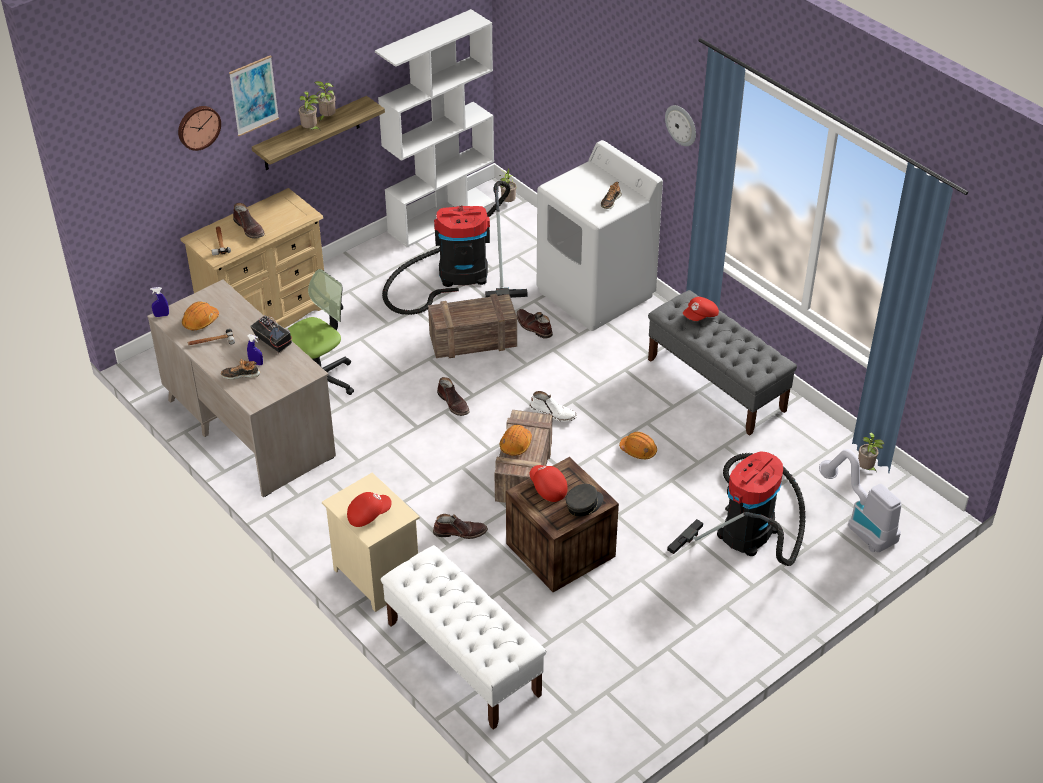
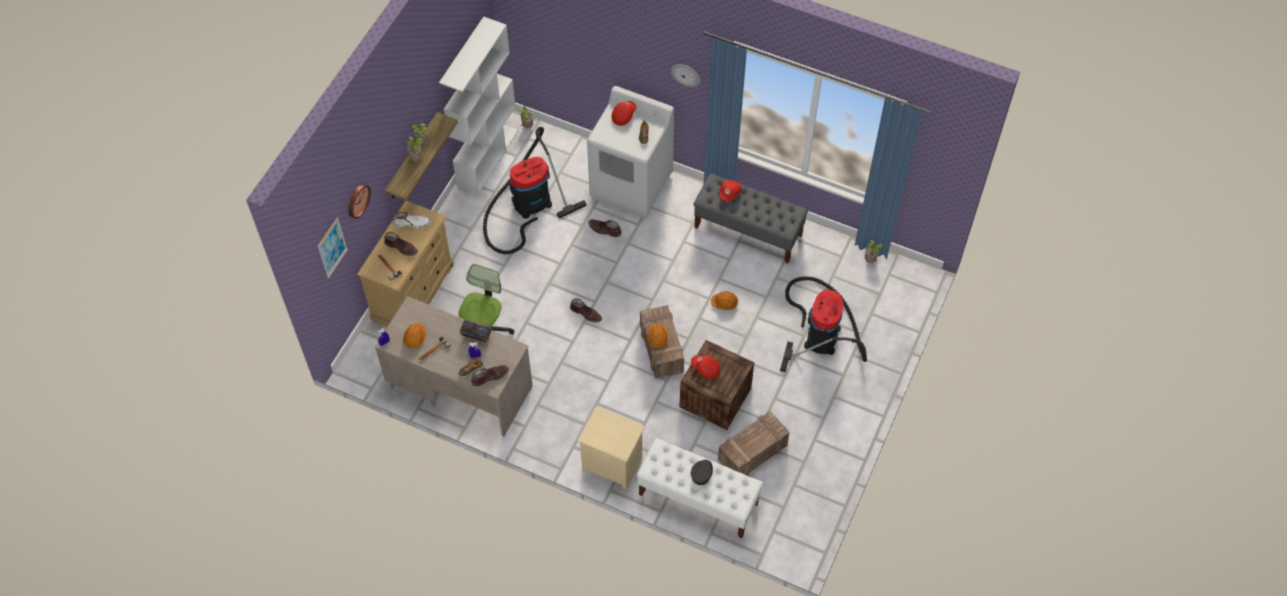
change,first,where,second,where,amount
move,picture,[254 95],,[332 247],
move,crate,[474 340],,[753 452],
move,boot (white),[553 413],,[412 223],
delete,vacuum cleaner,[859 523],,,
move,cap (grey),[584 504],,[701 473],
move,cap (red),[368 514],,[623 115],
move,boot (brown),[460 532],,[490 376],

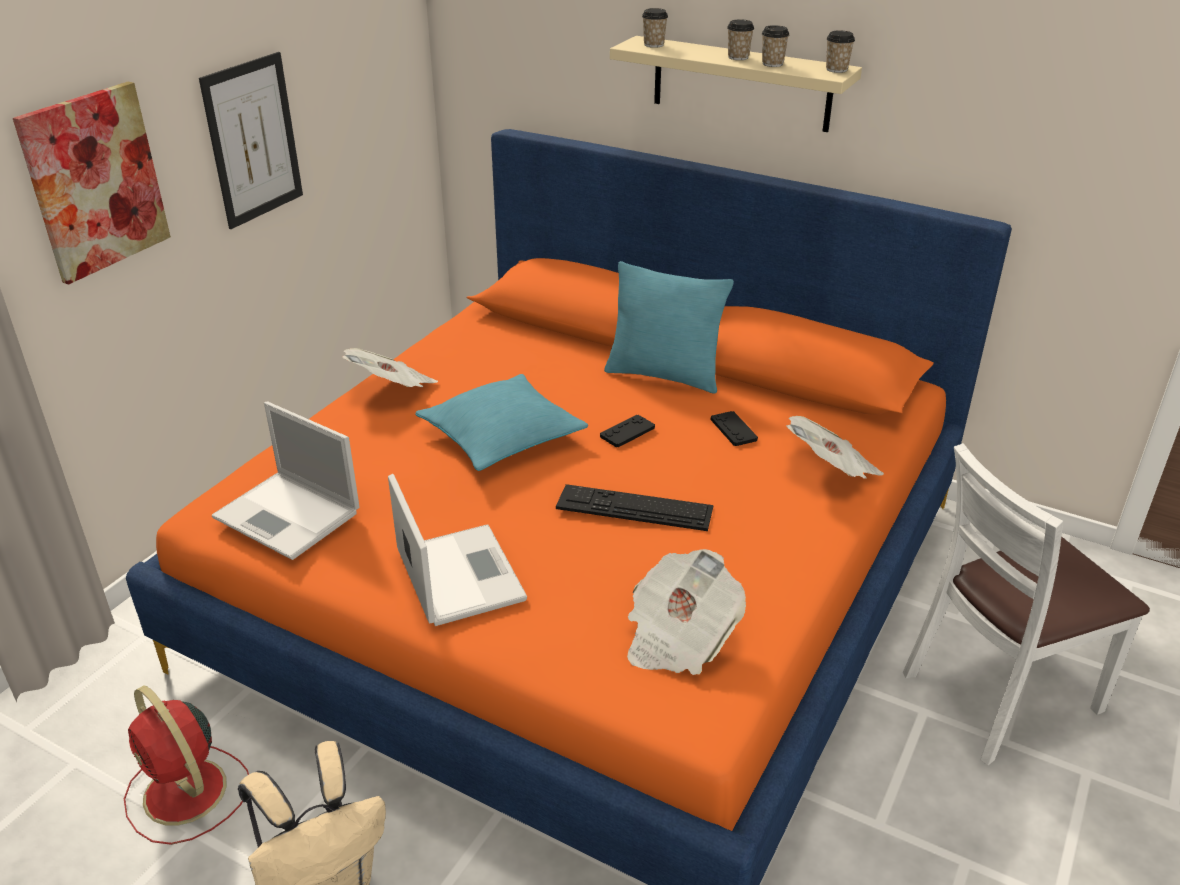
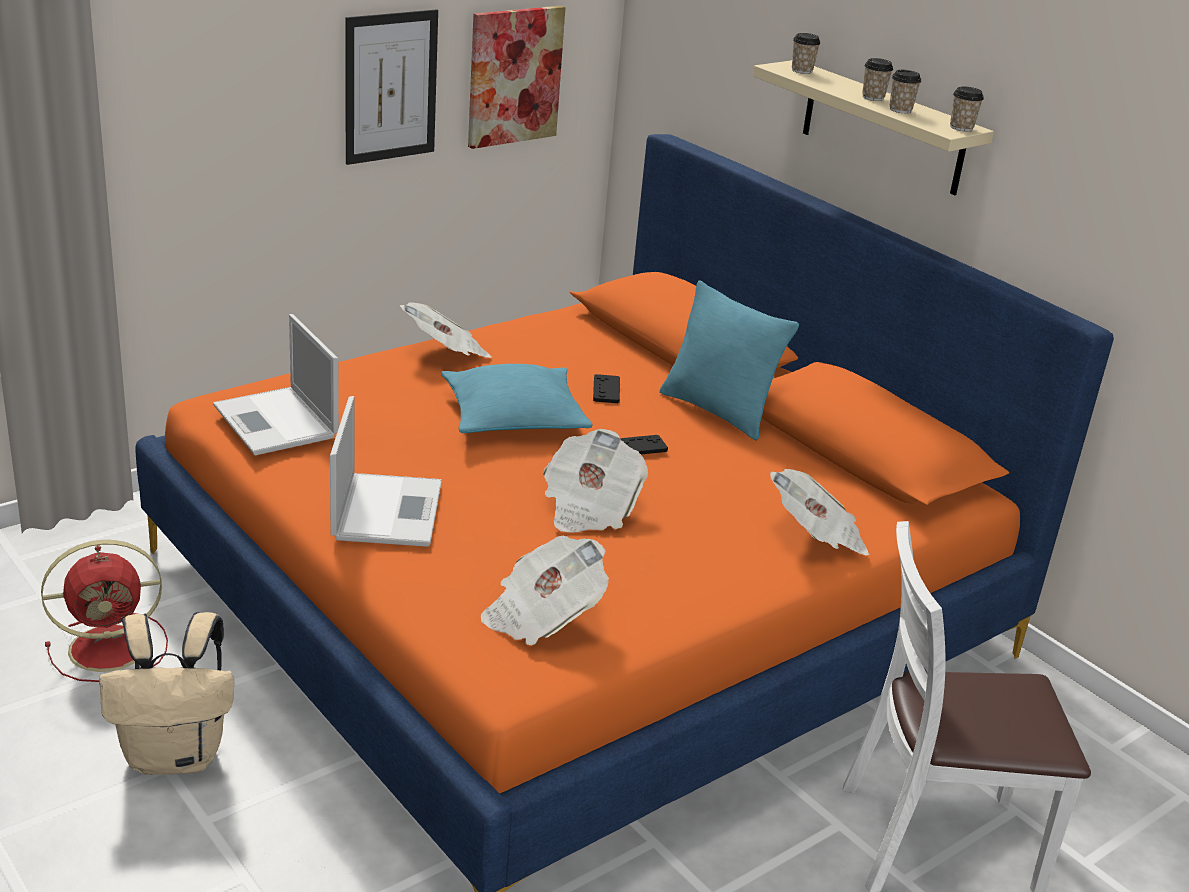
change,first,where,second,where,amount
move,picture,[95 181],,[514 76],
move,game controller (black),[733 429],,[606 390],
replace,keyboard,[634 507],newspaper,[589 508],
rotate,fan (red),[187 794],,[112 647],90 degrees counterclockwise

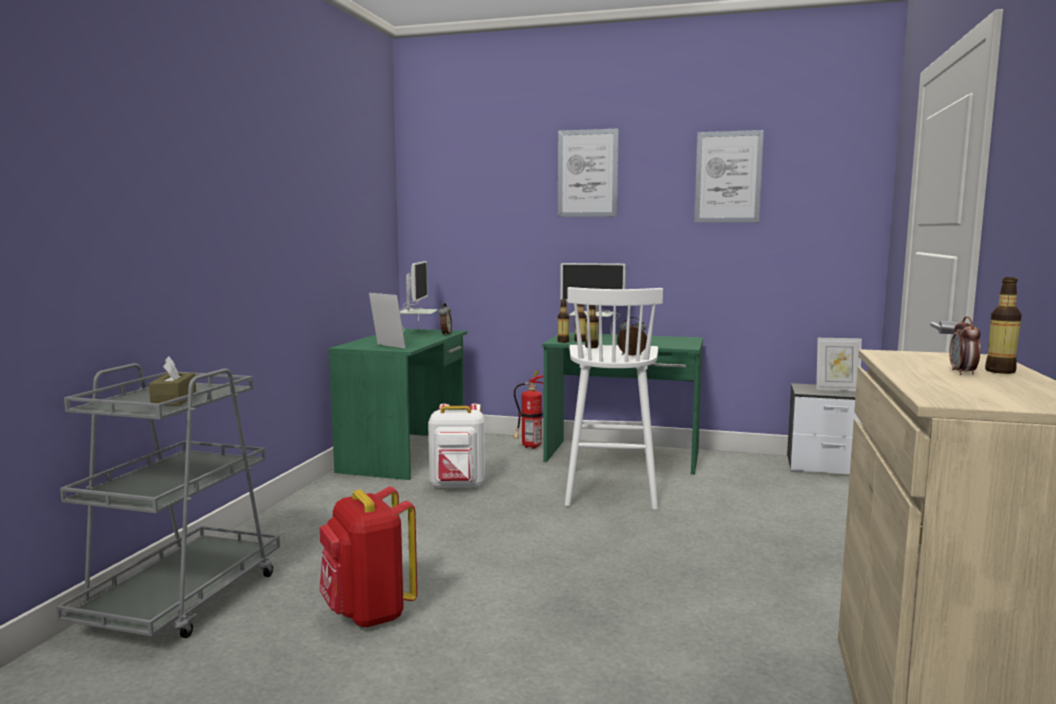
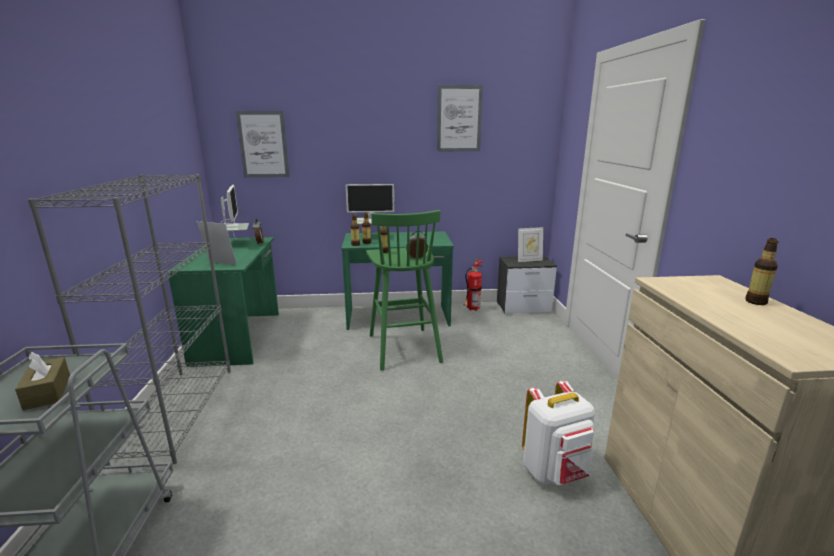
change,first,where,second,where,amount
move,picture,[587 173],,[263 144],
recolor,stool (white),[610 488],stool (green),[403 347],
delete,alarm clock,[963 373],,,
move,fire extinguisher,[529 447],,[471 309],
move,backpack (white),[458 486],,[554 472],
delete,backpack (red),[368 613],,,
insert,,,bookcase (grey),[178 411],

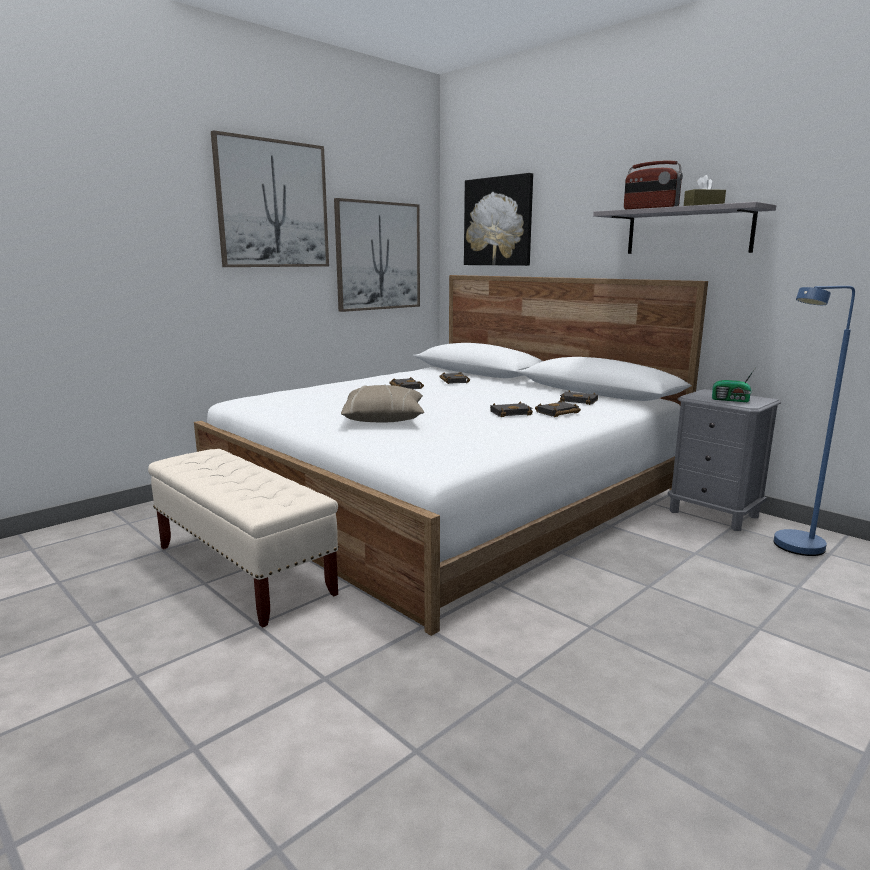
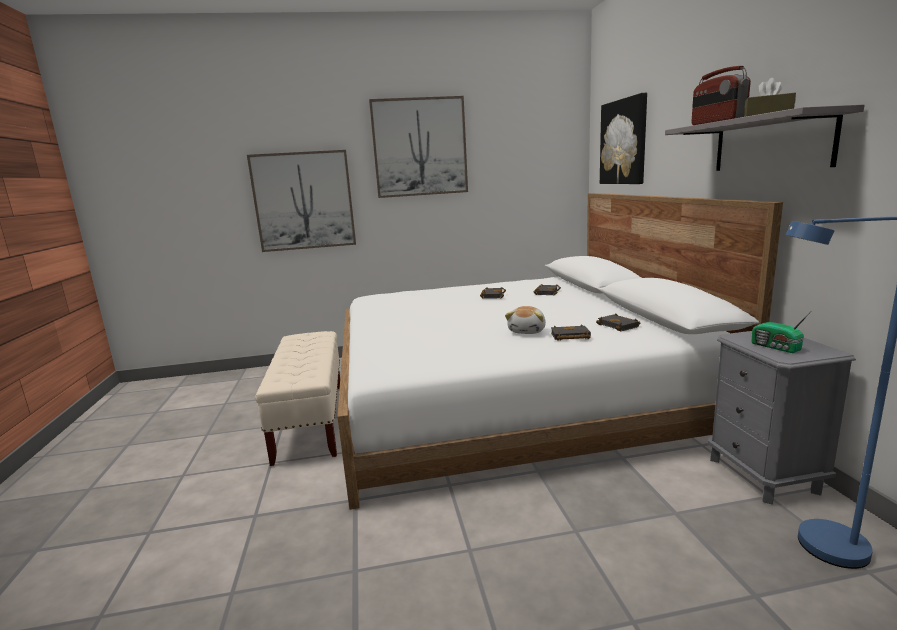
change,first,where,second,where,amount
move,picture,[378 256],,[304 201],
delete,pillow (beige),[384 419],,,
replace,book (black),[511 413],plush toy,[527 331],

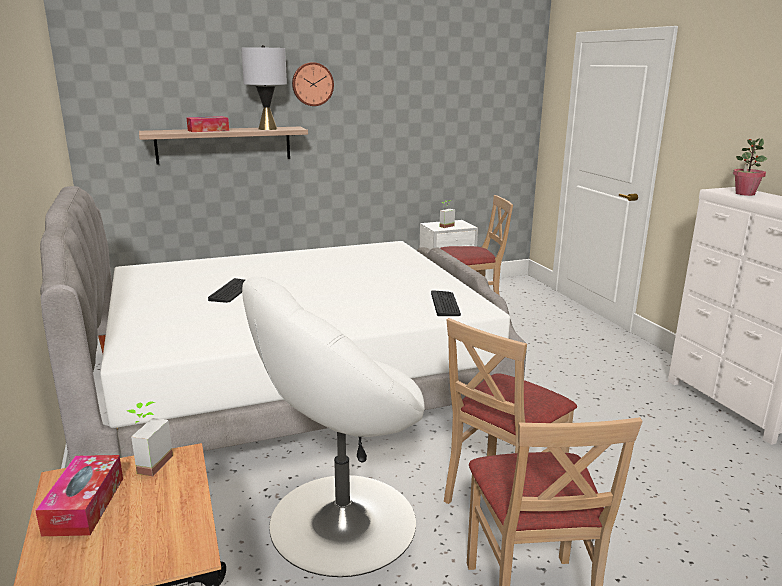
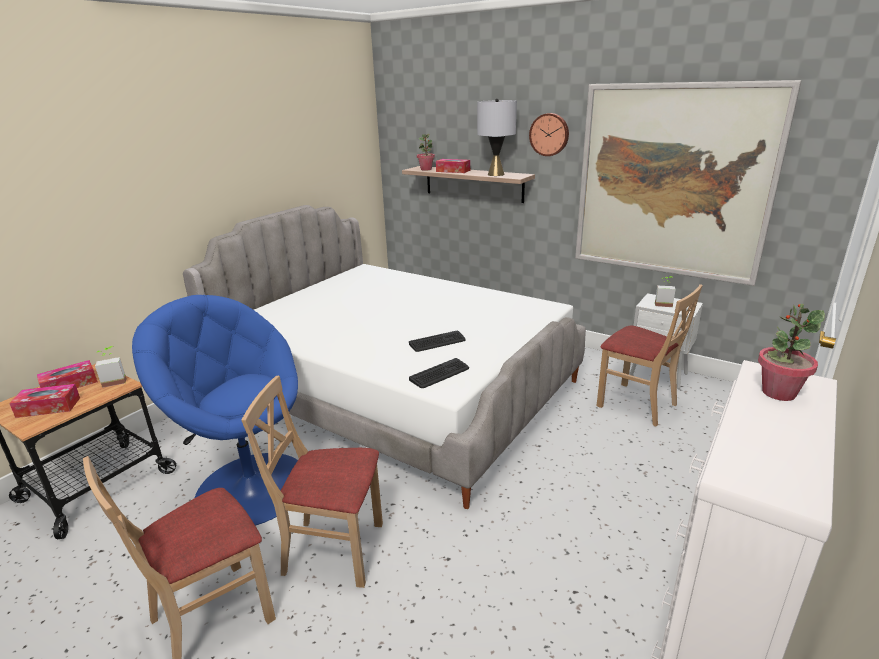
change,first,where,second,where,amount
recolor,armchair (white),[340 521],armchair (blue),[251 487],
move,keyboard,[231 291],,[437 342],
insert,,,picture,[672 181],
insert,,,potted plant,[426 169],
insert,,,tissue box,[48 407],

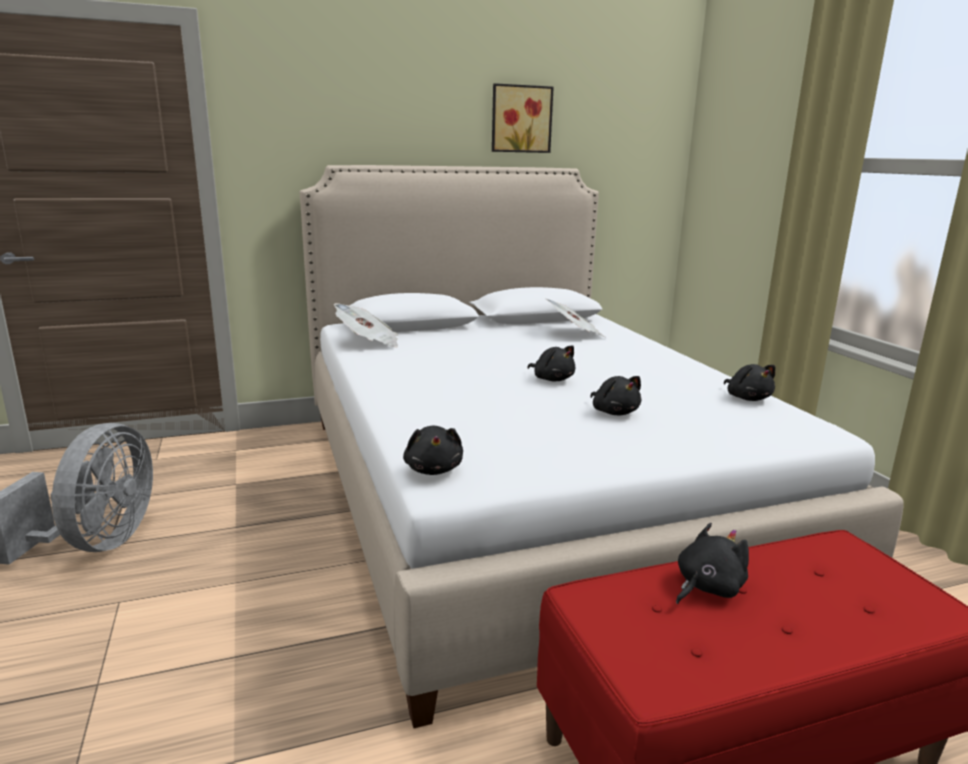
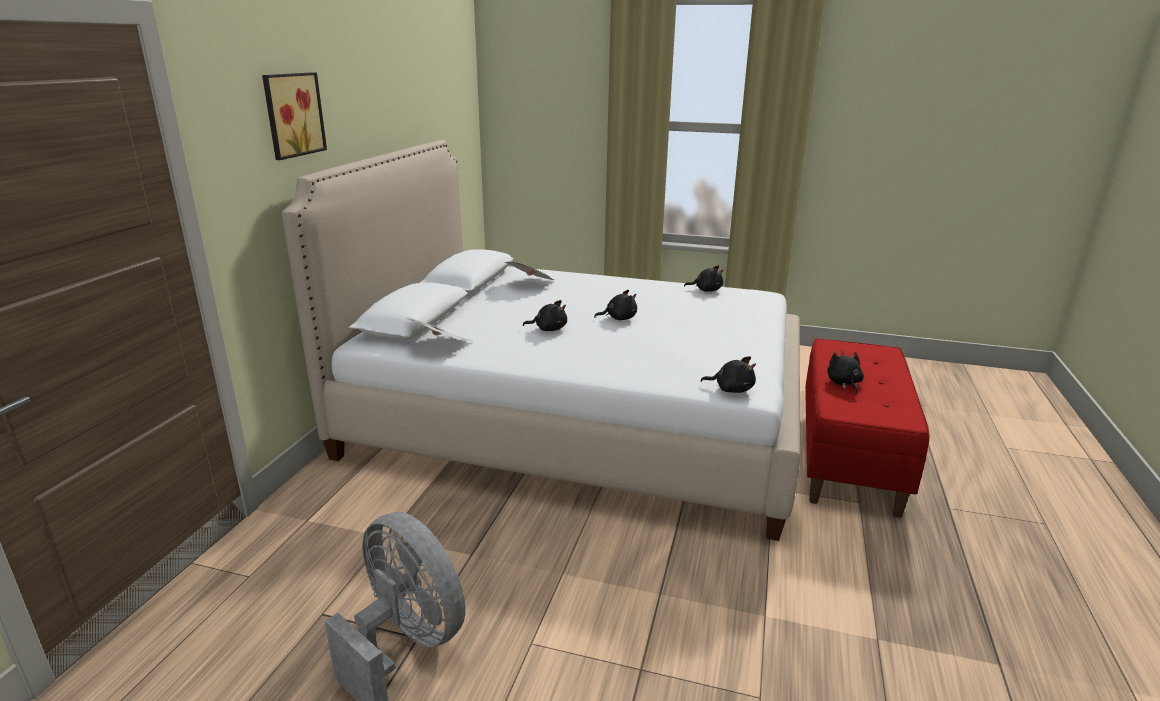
change,first,where,second,where,amount
move,picture,[520 119],,[291 114],
move,plush toy (black),[614 412],,[548 329],

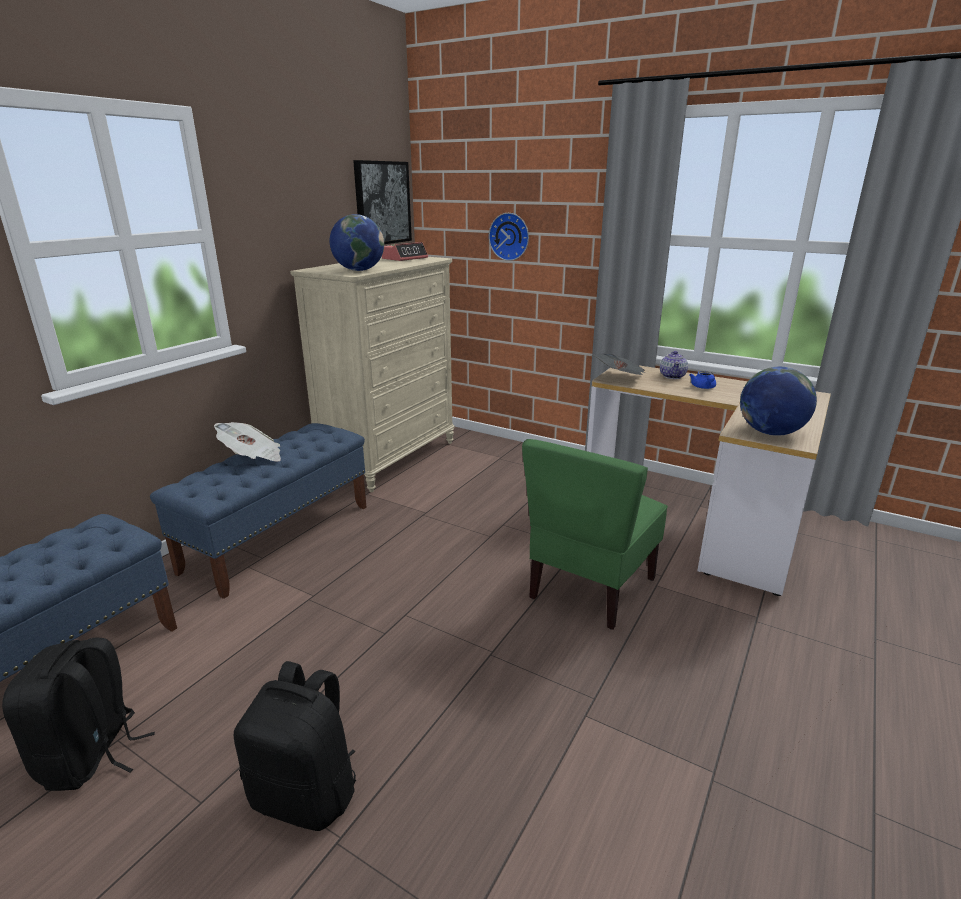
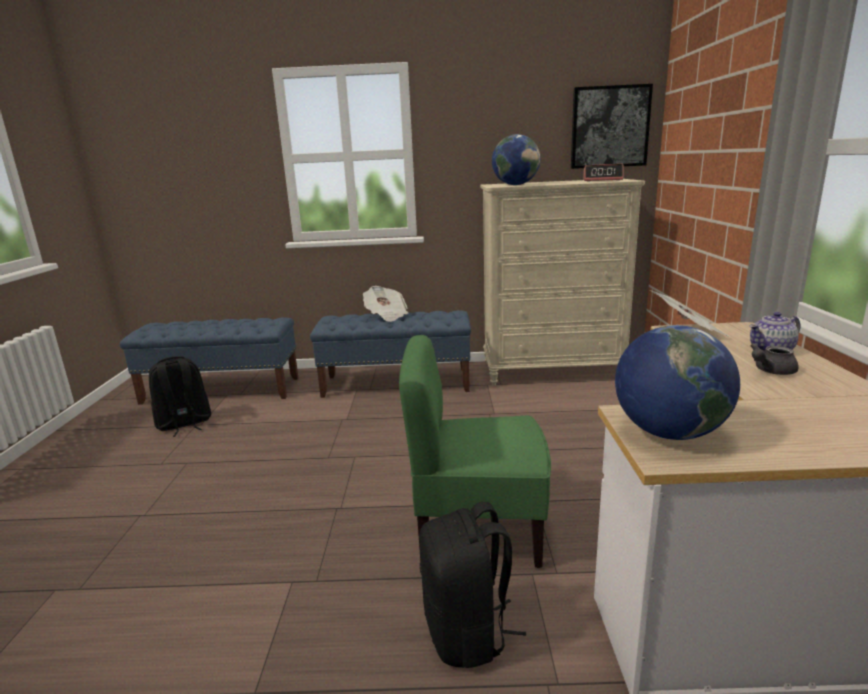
change,first,where,second,where,amount
delete,wall clock,[510 236],,,
recolor,teapot (blue),[703 387],teapot (grey),[770 371],
move,backpack (black),[307 794],,[467 632],

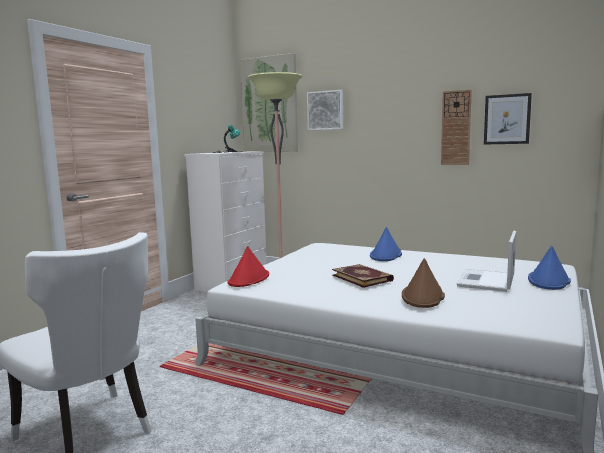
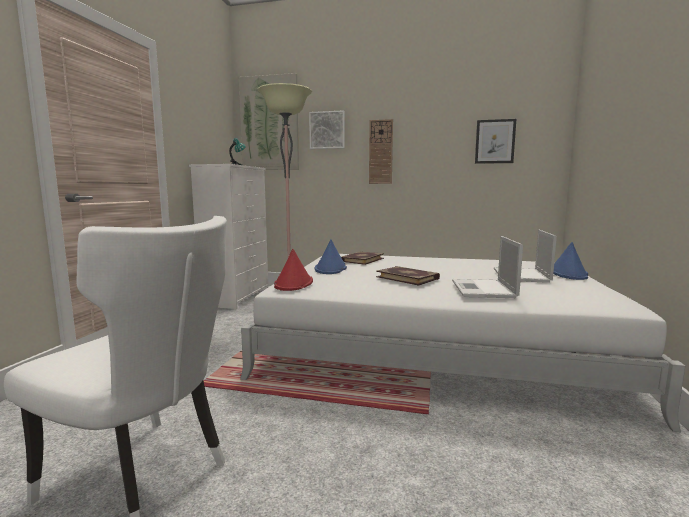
change,first,where,second,where,amount
move,wall clock,[456 128],,[380 152],
move,hat (blue),[386 255],,[330 269],
replace,hat (brown),[423 296],laptop,[483 289],
insert,,,book,[361 260],

